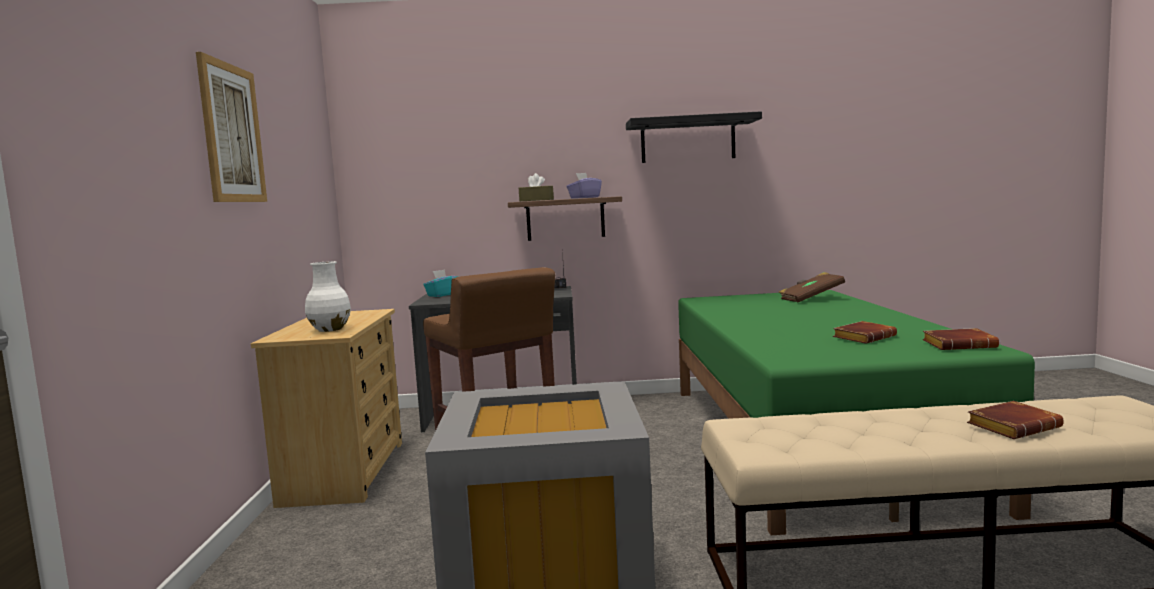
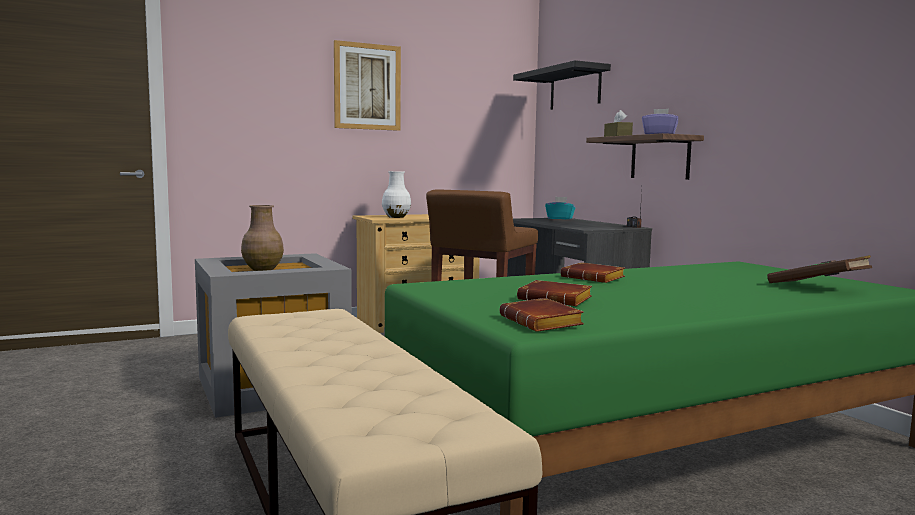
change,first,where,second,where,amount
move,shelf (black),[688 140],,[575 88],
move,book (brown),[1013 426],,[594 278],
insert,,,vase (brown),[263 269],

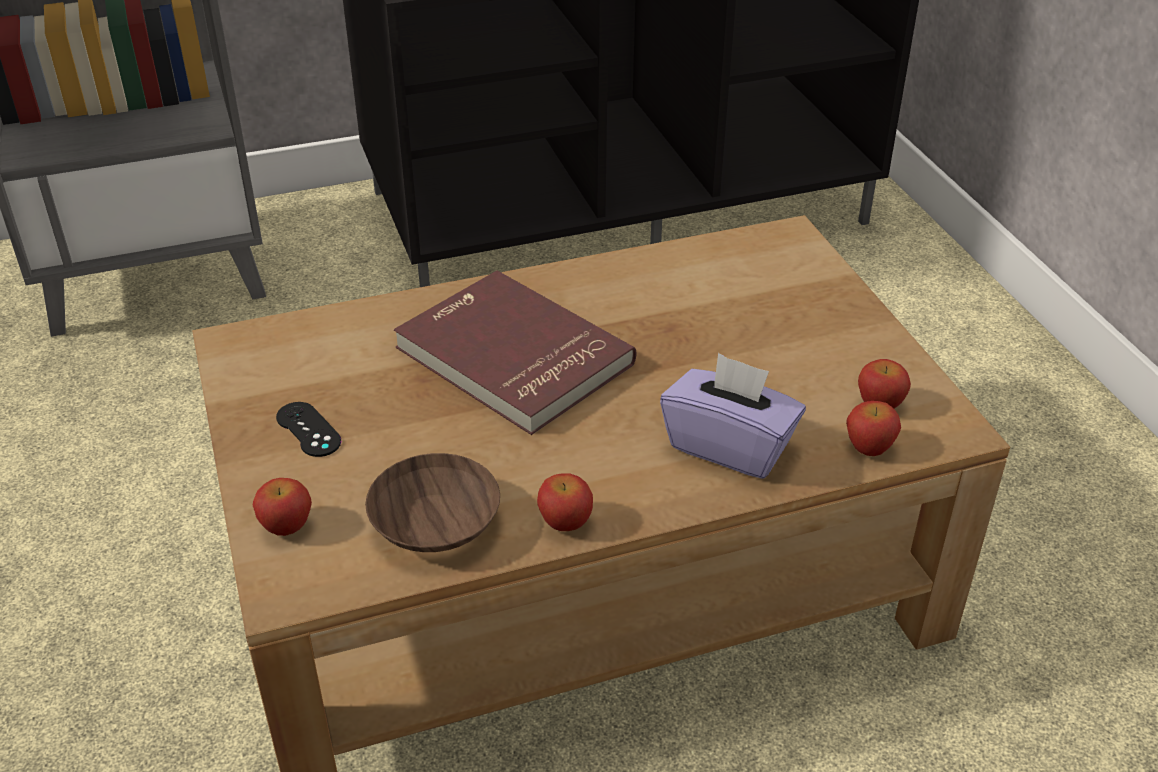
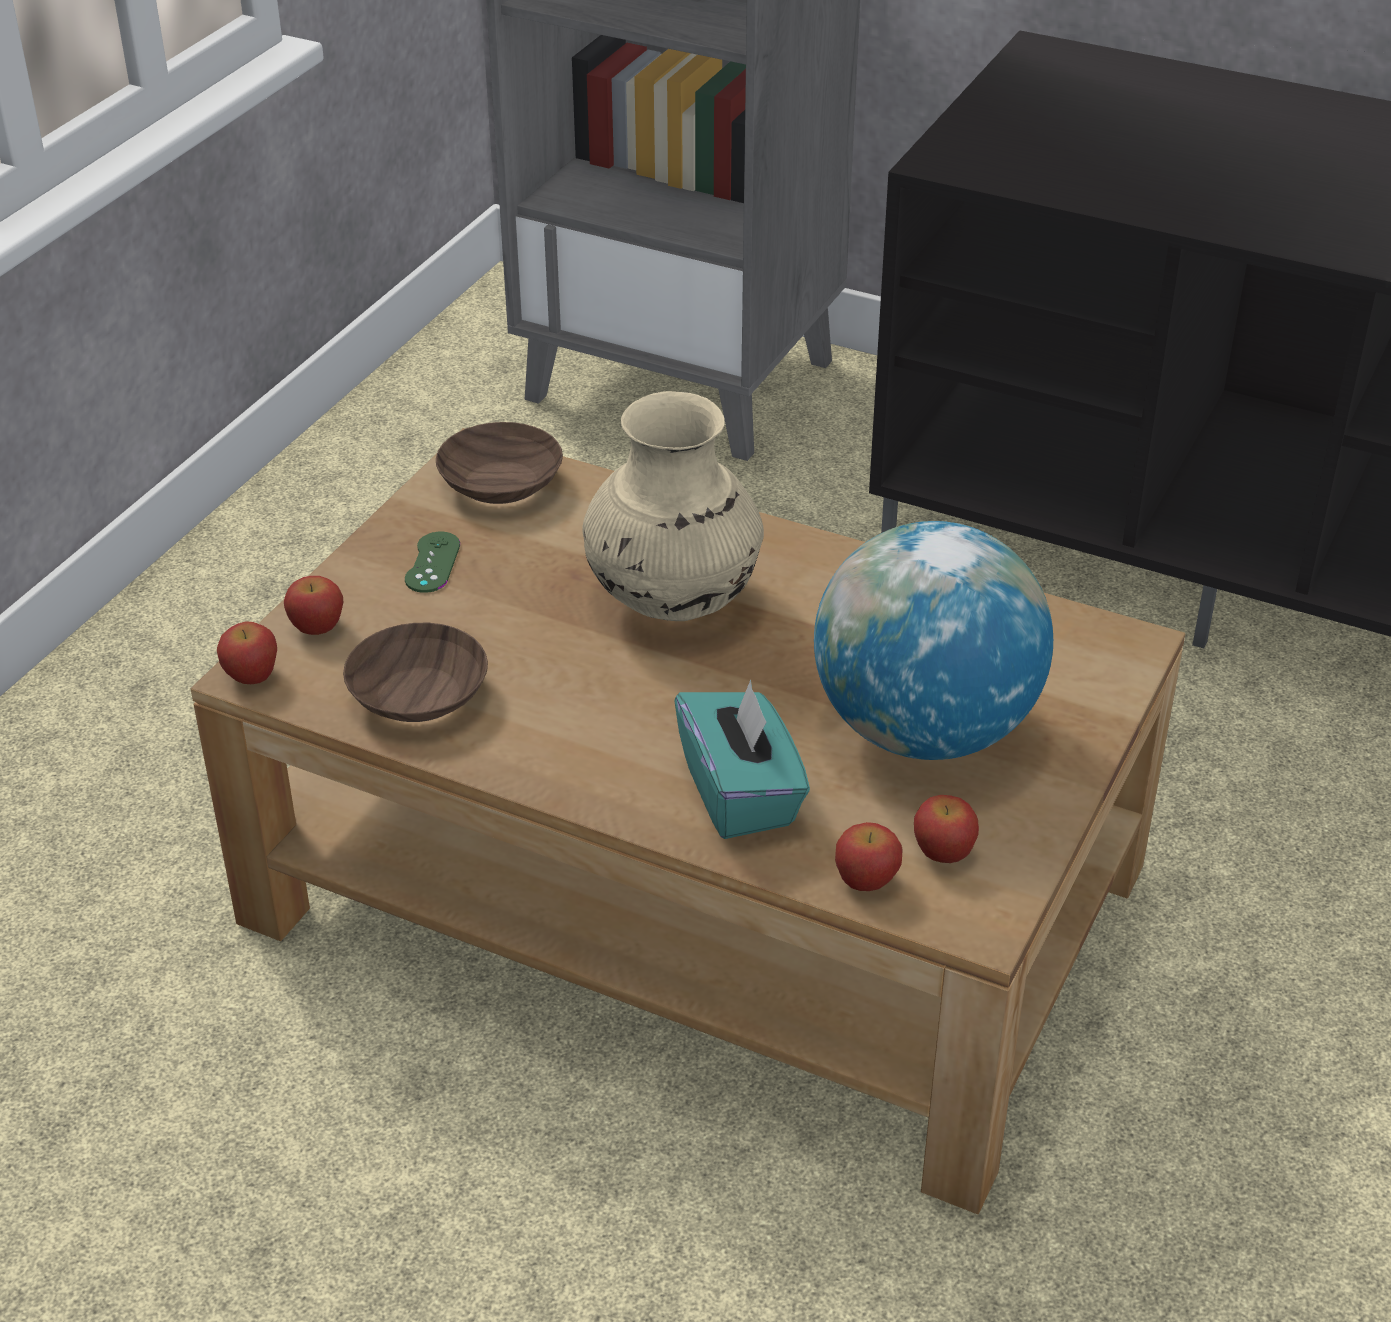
change,first,where,second,where,amount
replace,book (red),[511 358],vase (beige),[672 601],
recolor,tissue box (purple),[729 446],tissue box (turquoise),[741 794],
recolor,game controller (black),[308 429],game controller (green),[432 563],
move,apple,[565 522],,[251 675],
insert,,,bowl (brown),[504 484],
insert,,,globe,[924 731],

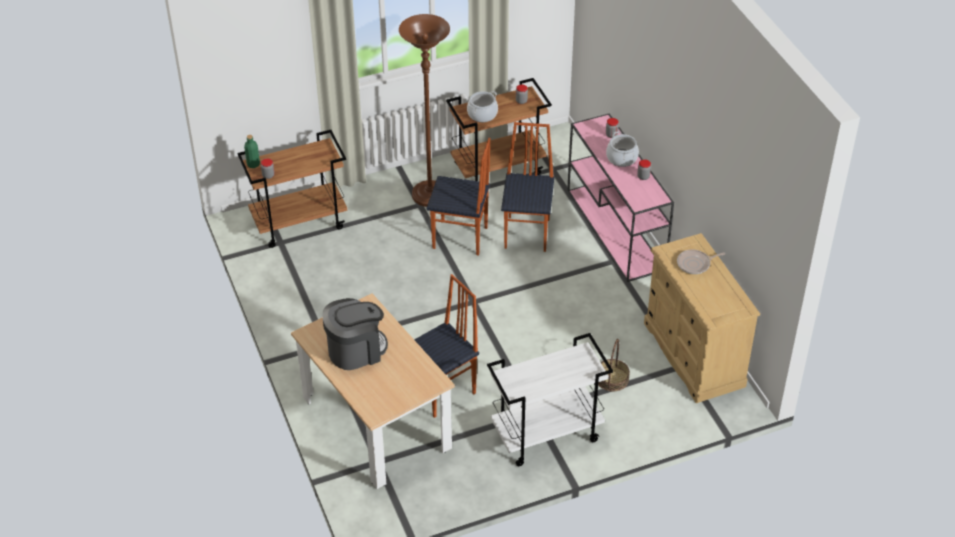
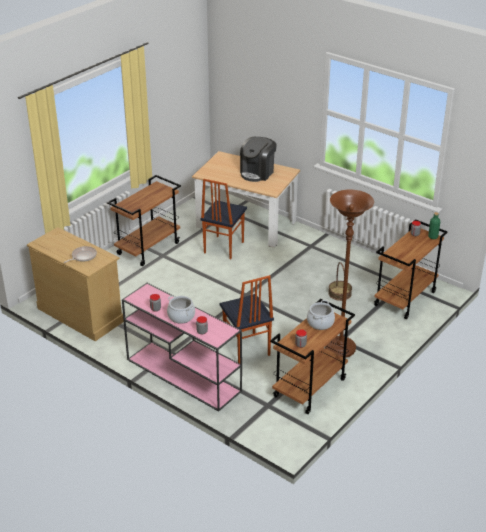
change,first,where,second,where,amount
delete,chair,[460 238],,,
recolor,cart (white),[546 435],cart (brown),[148 248],
move,basket,[612 379],,[340 293],

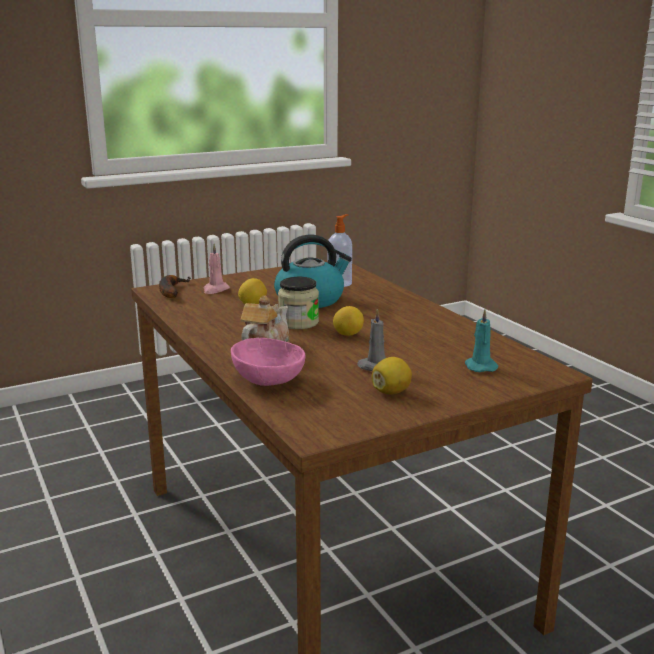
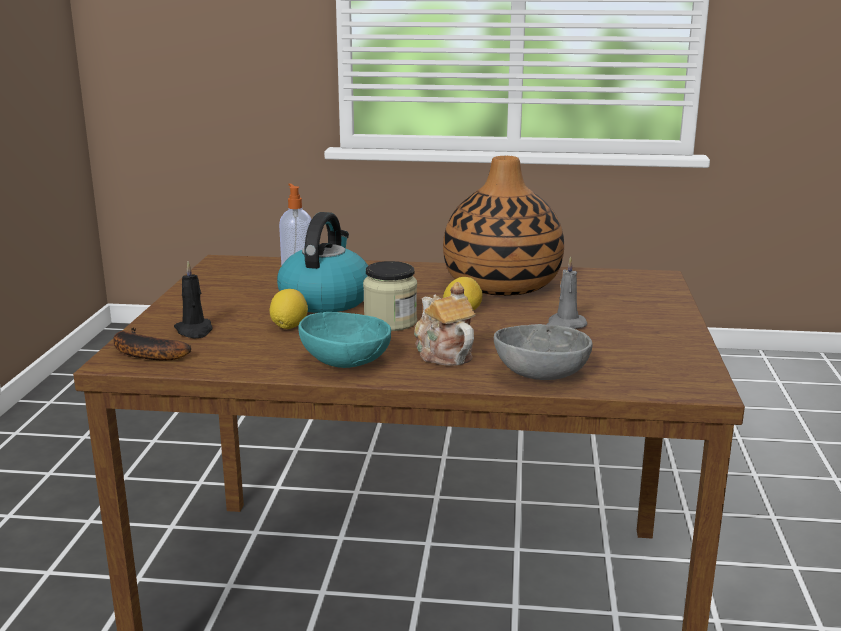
change,first,where,second,where,amount
recolor,candle (pink),[215 290],candle (black),[194 331],
delete,candle (turquoise),[480 366],,,
recolor,bowl (pink),[269 380],bowl (grey),[540 373],
delete,lemon,[391 392],,,
insert,,,vase,[502 285],
insert,,,bowl (turquoise),[346 361],

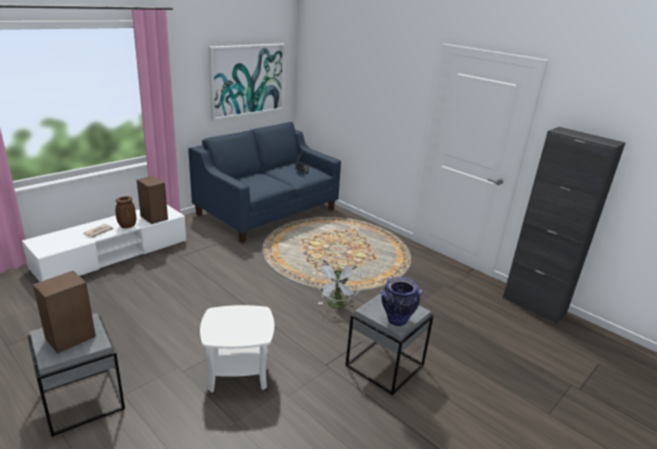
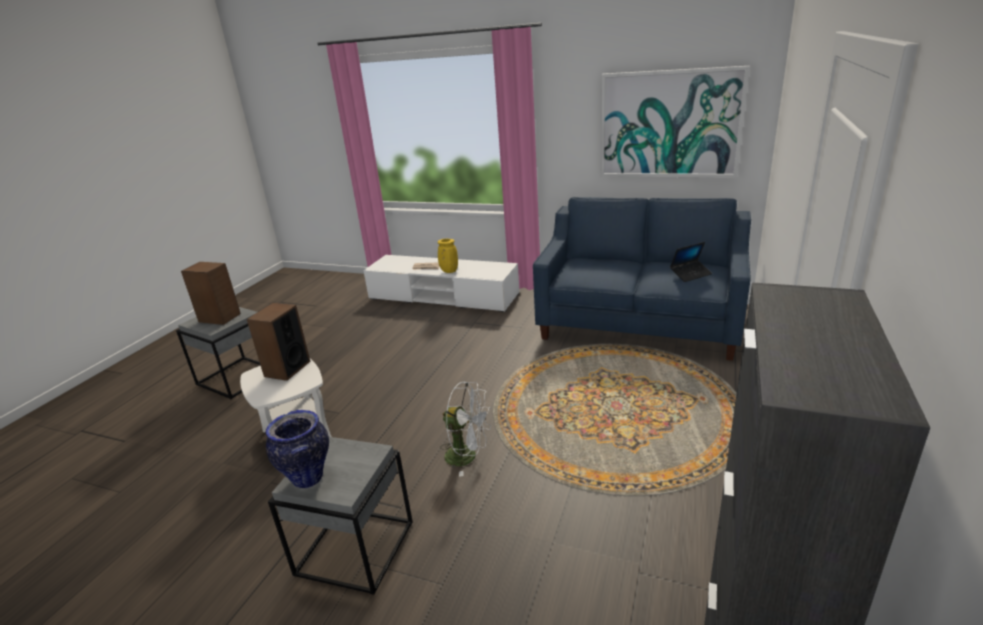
change,first,where,second,where,amount
move,speaker,[154 218],,[287 369],
recolor,vase (brown),[127 226],vase (yellow),[448 271],
rotate,fan (white),[337 305],,[467 456],150 degrees counterclockwise

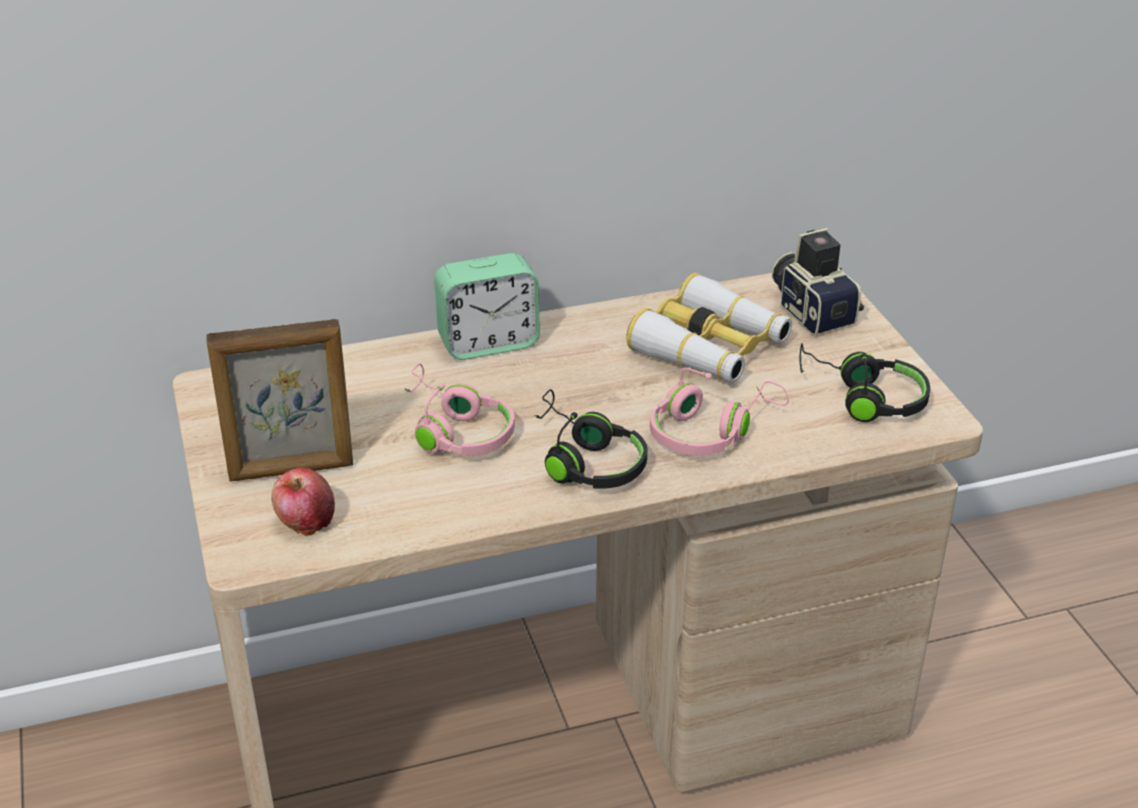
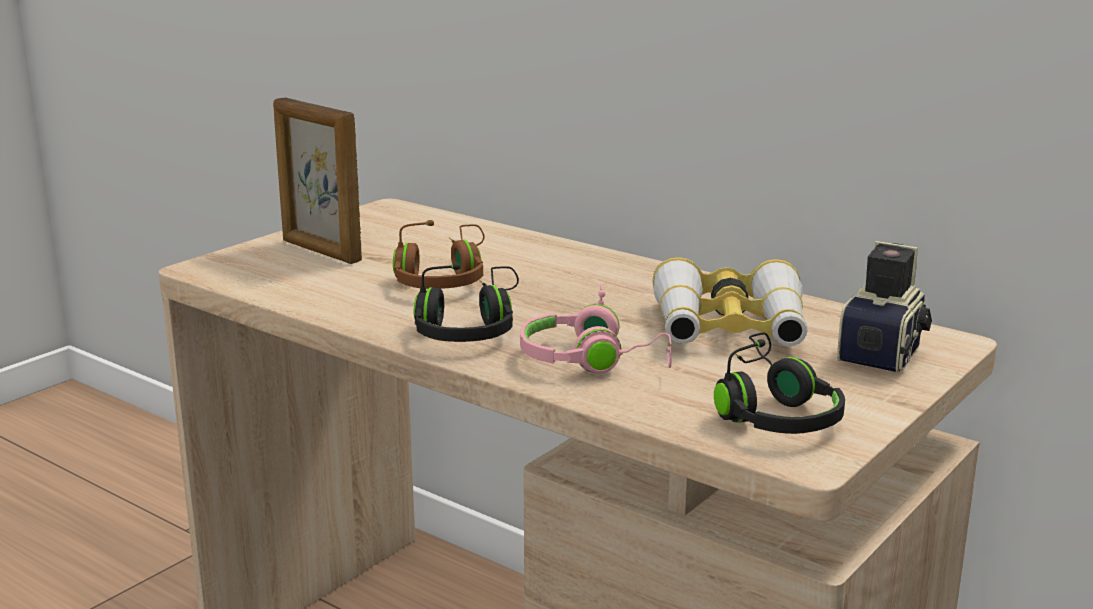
change,first,where,second,where,amount
delete,alarm clock,[488 343],,,
recolor,headphones (pink),[454 430],headphones (brown),[443 279],
delete,apple,[306 521],,,

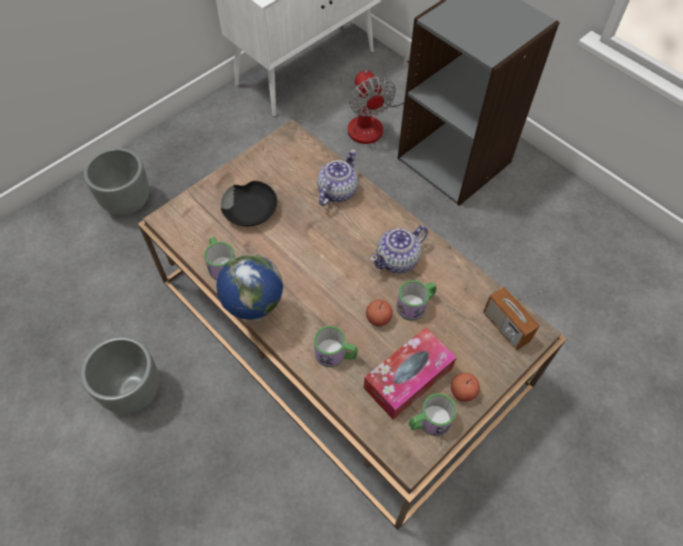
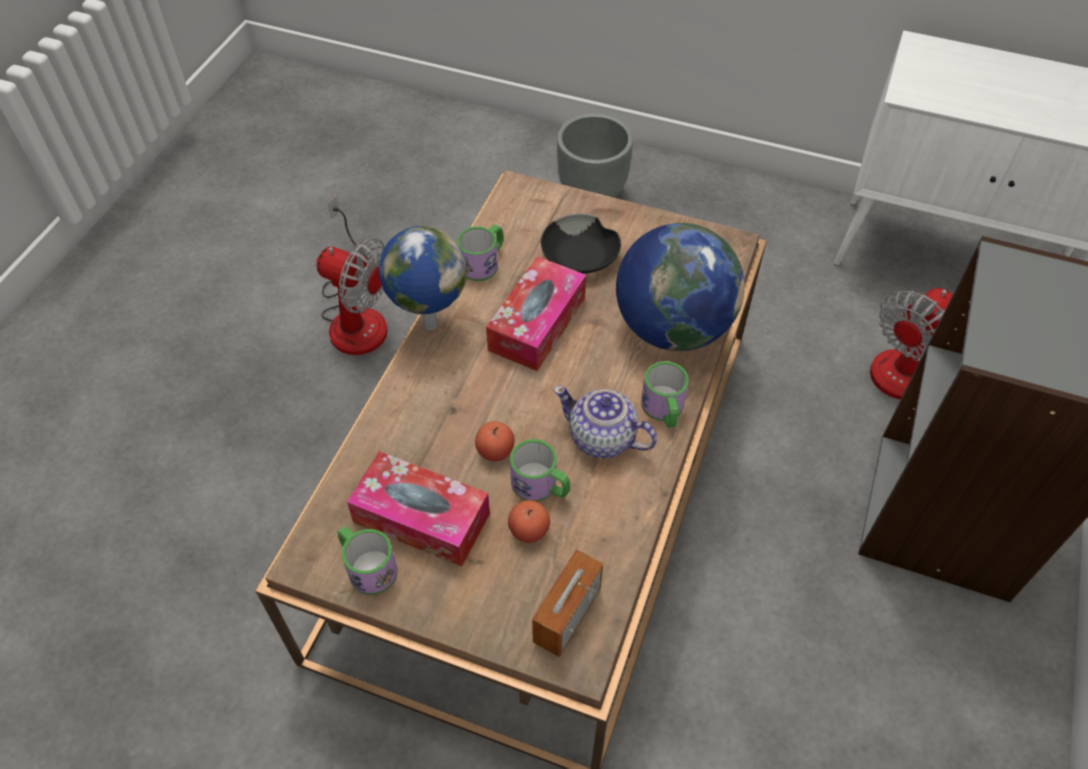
change,first,where,second,where,amount
replace,teapot,[337 190],globe,[672 327],
move,mug,[335 354],,[664 410],
replace,planter (grey),[132 392],fan,[356 315],
move,apple,[463 391],,[529 530],
insert,,,tissue box,[537 324],

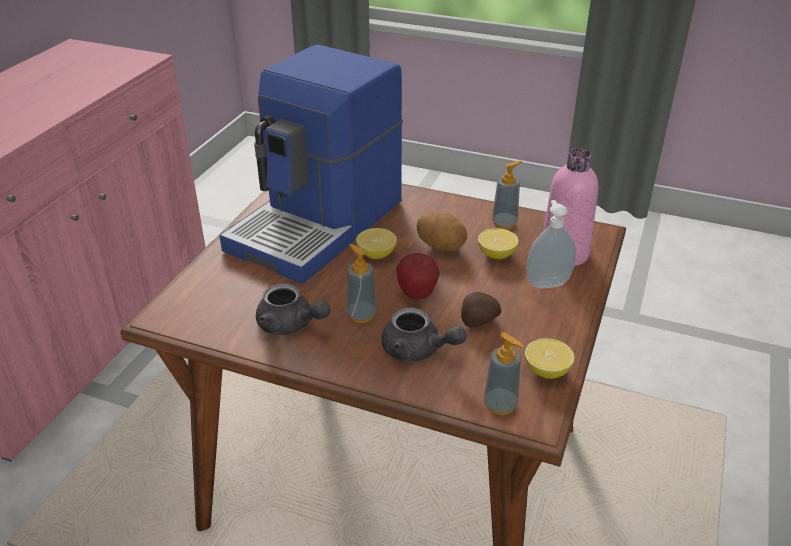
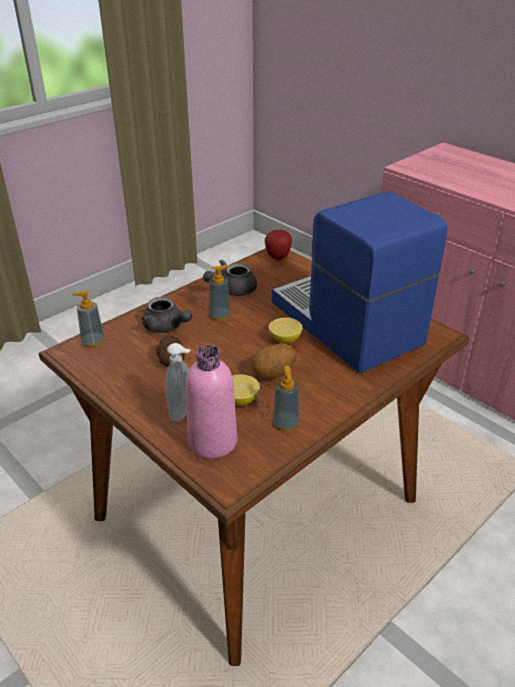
change,first,where,second,where,amount
move,apple,[417 295],,[278 257],
rotate,teapot (grey),[418 351],,[166 327],105 degrees counterclockwise
delete,lemon,[546 371],,,

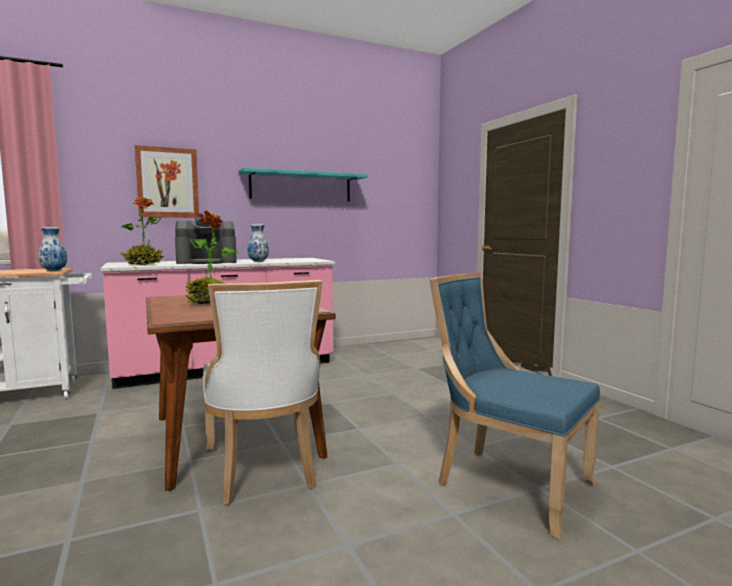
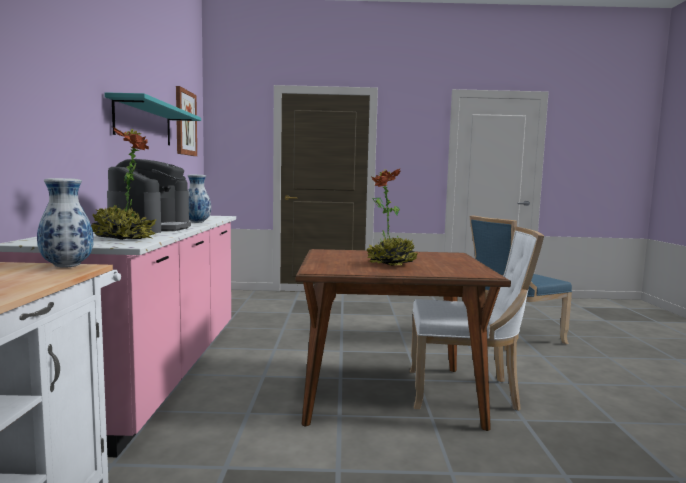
change,first,where,second,where,amount
move,picture,[167 183],,[185 123],

